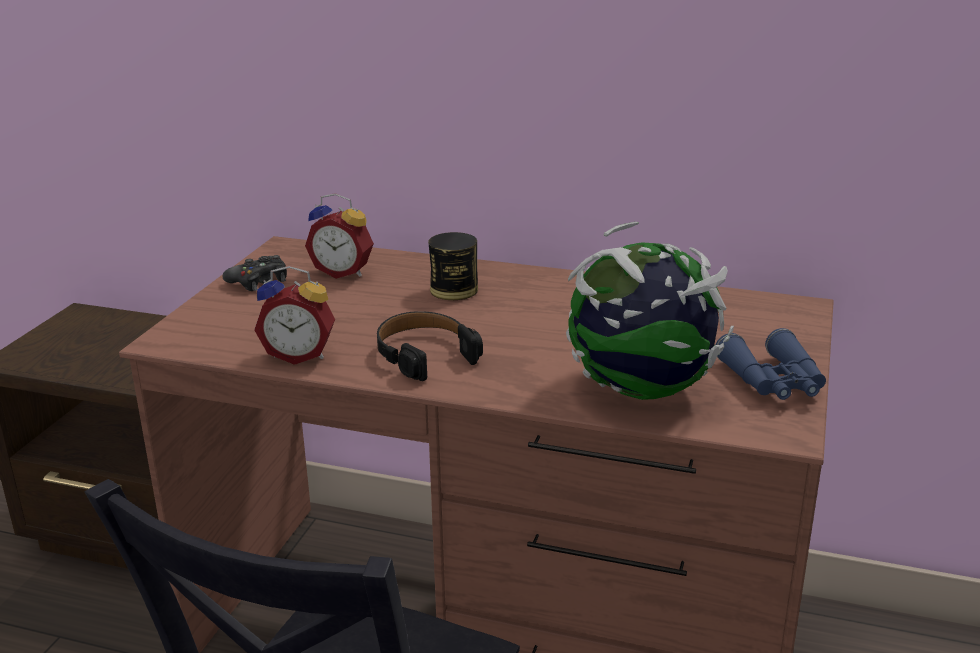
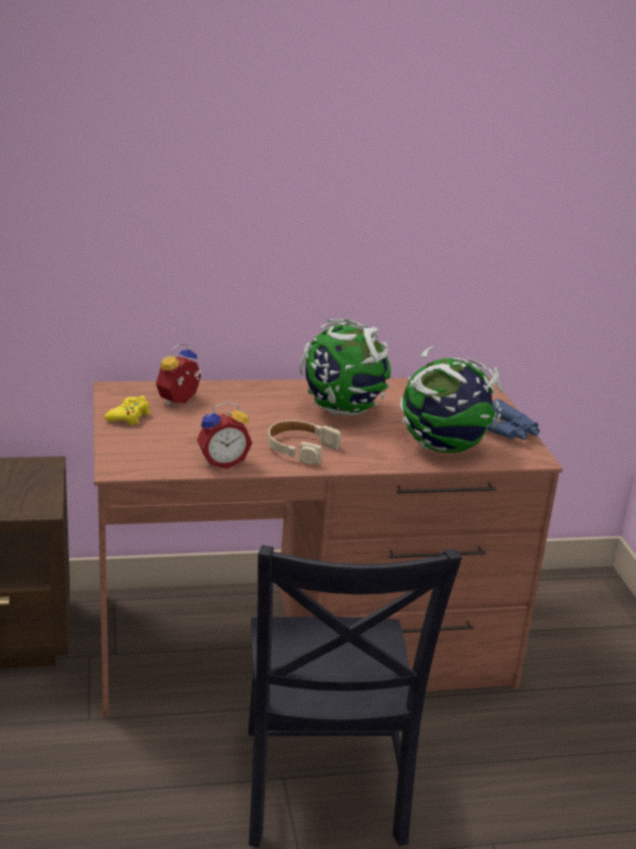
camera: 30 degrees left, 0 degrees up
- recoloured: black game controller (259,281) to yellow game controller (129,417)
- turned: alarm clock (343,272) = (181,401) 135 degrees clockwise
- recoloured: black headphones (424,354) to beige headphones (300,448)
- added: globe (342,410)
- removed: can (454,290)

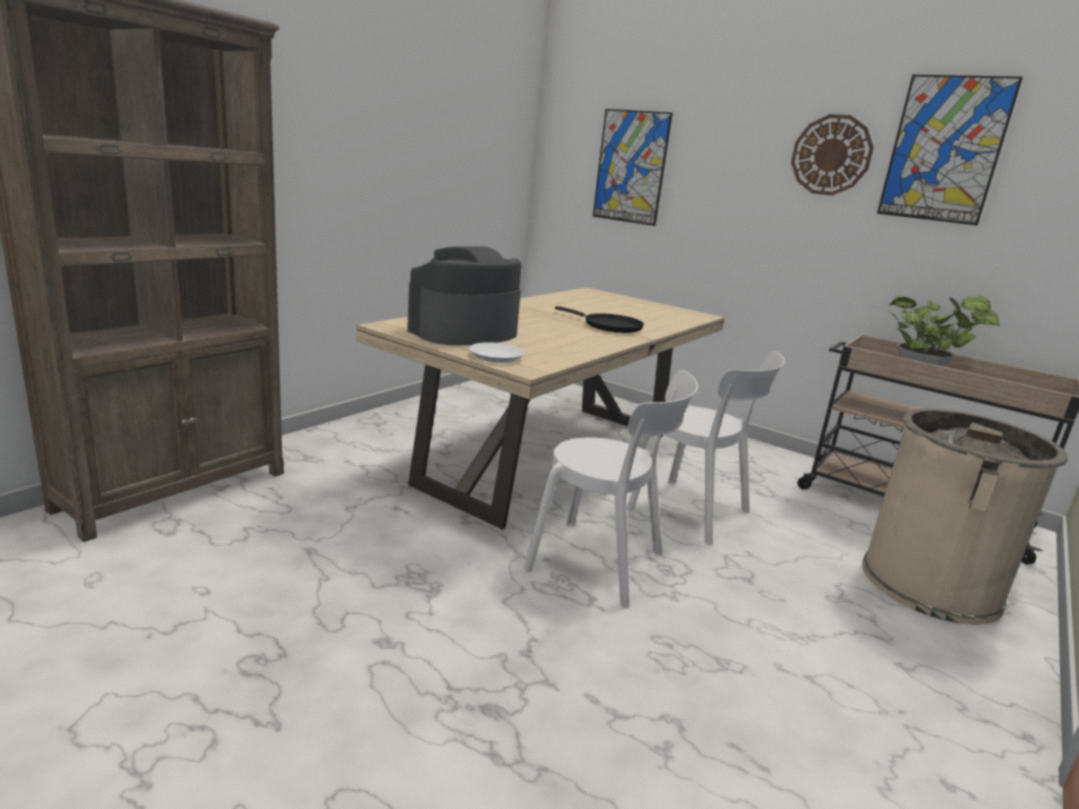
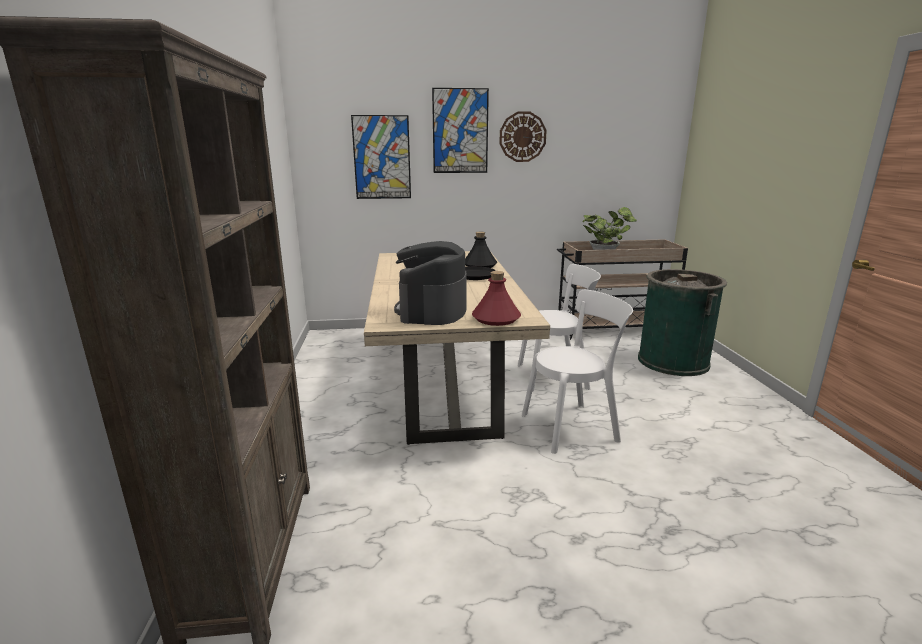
camera: 40 degrees left, 0 degrees up
- moved: picture (945,150) to (460,131)
- added: black bottle (479,265)
- replaced: white plate (496,357) to red bottle (496,319)
- recoloured: beige trash can (930,583) to green trash can (673,361)

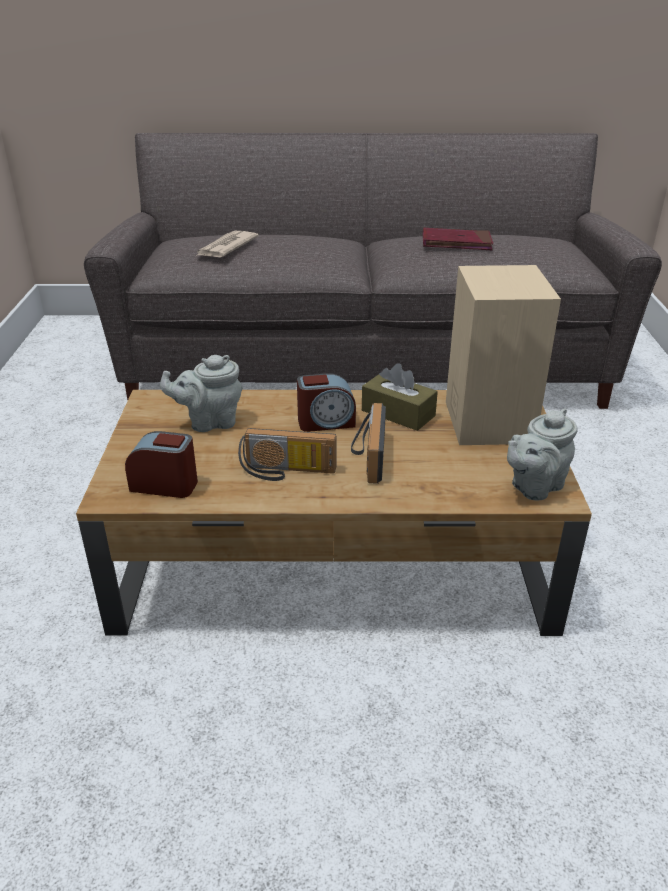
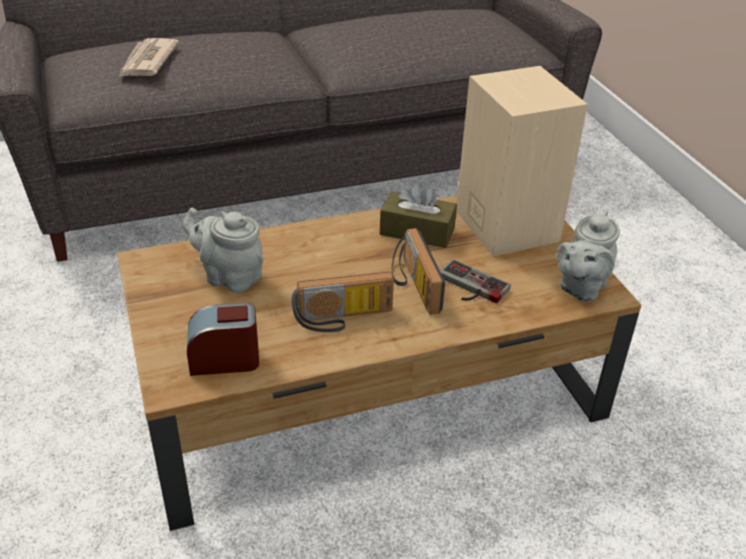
camera: 20 degrees left, 5 degrees up
- turned: grey teapot (209,422) = (229,277) 60 degrees clockwise
- added: game controller (469,287)
- removed: alarm clock (326,422)
- removed: red book (456,243)

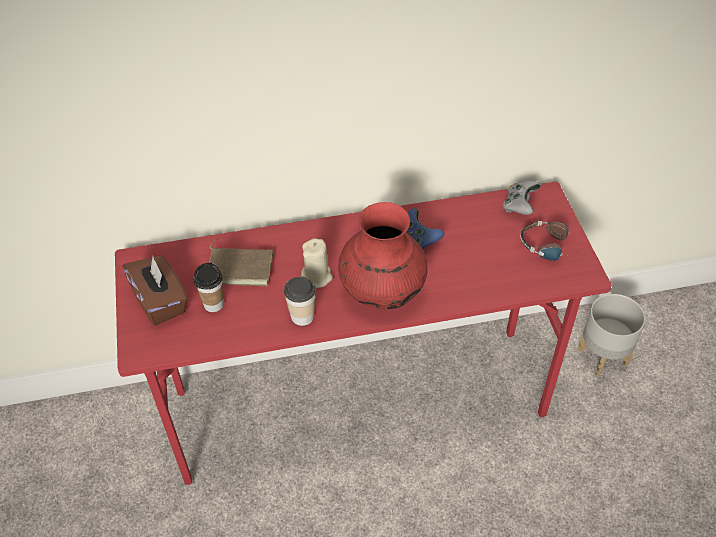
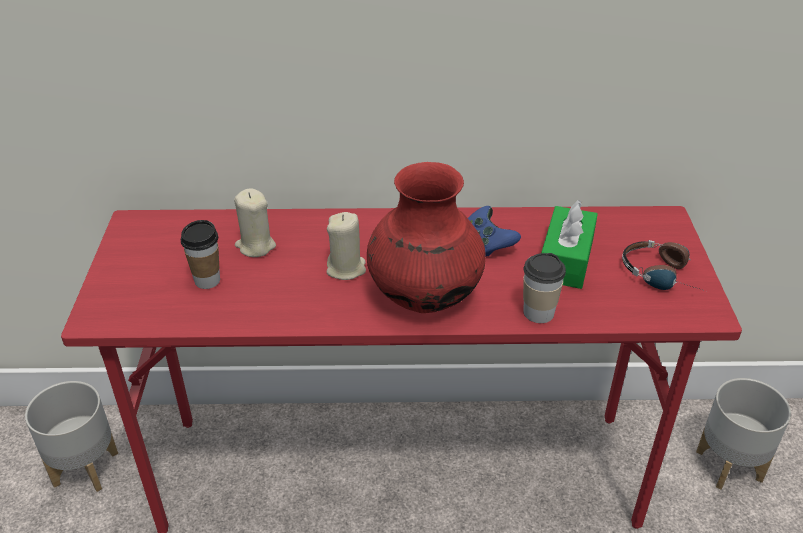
camera: 10 degrees right, 10 degrees down
- added: grey planter (84,468)
- replaced: brown book (241,267) to beige candle (255,246)
- moved: cup (302,316) to (538,313)
- added: green tissue box (566,260)
- removed: brown tissue box (160,301)
- removed: grey game controller (519,206)

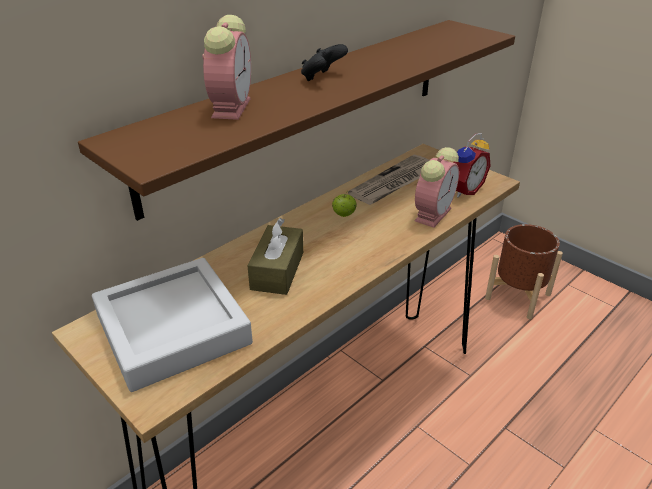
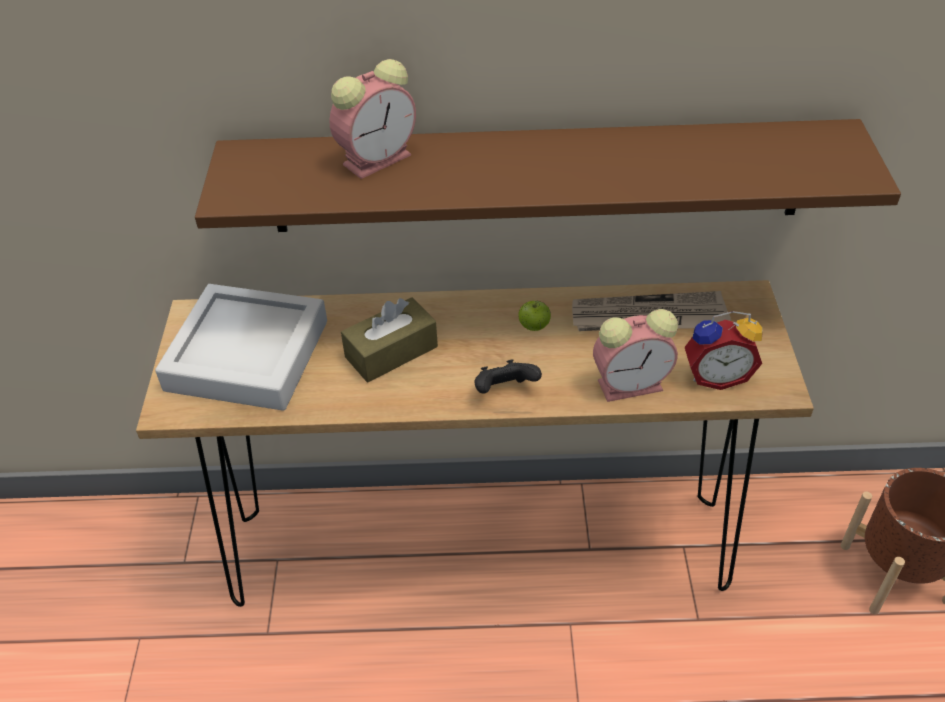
camera: 45 degrees right, 10 degrees up
- moved: black game controller (322,78) to (505,391)

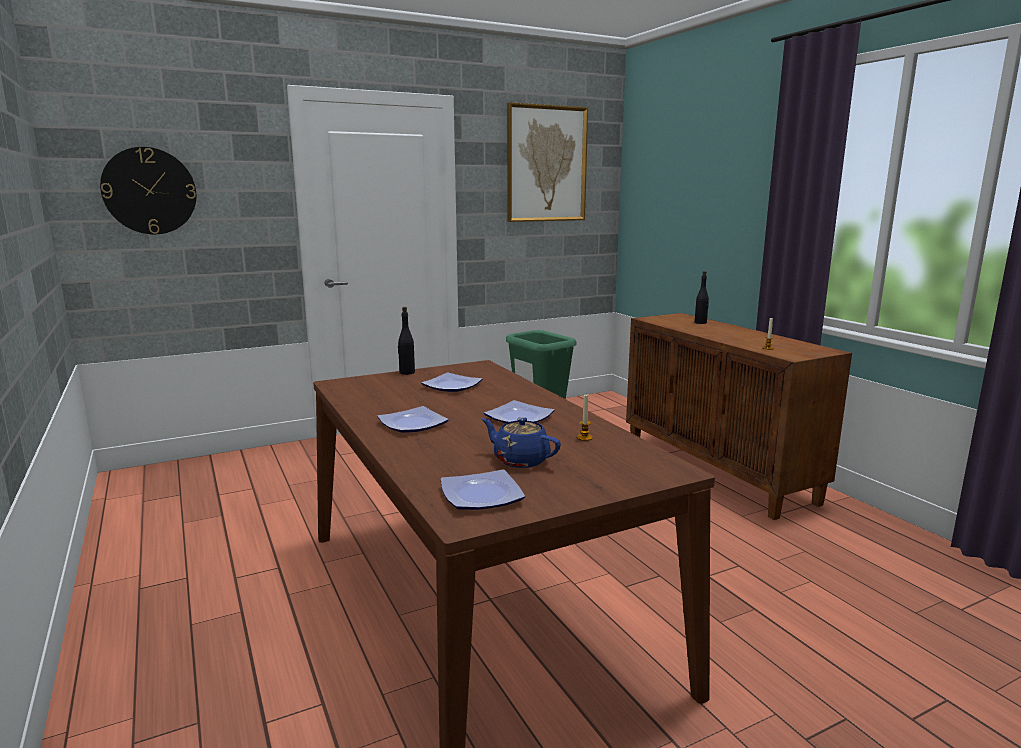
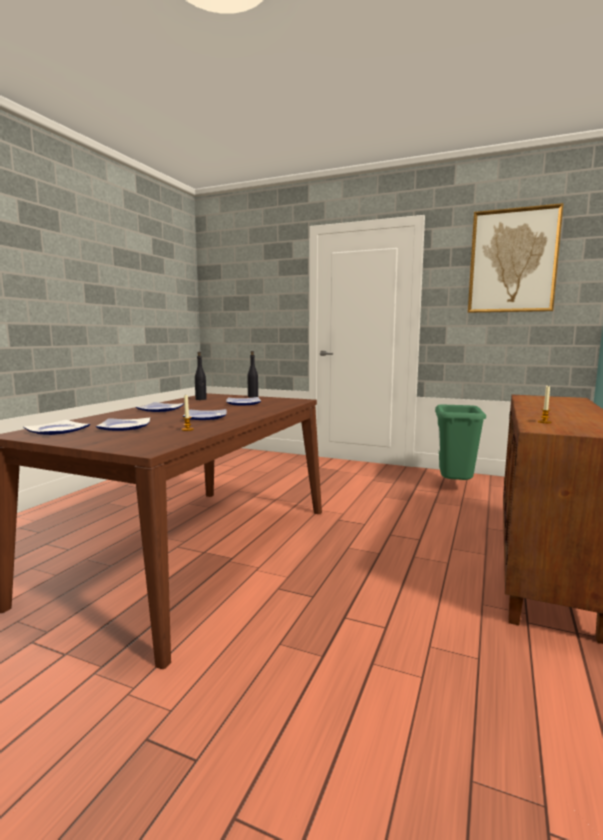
camera: 50 degrees right, 5 degrees down
- replaced: blue teapot (520,460) to plate (125,427)
- moved: black bottle (700,322) to (201,399)
- removed: wall clock (149,191)

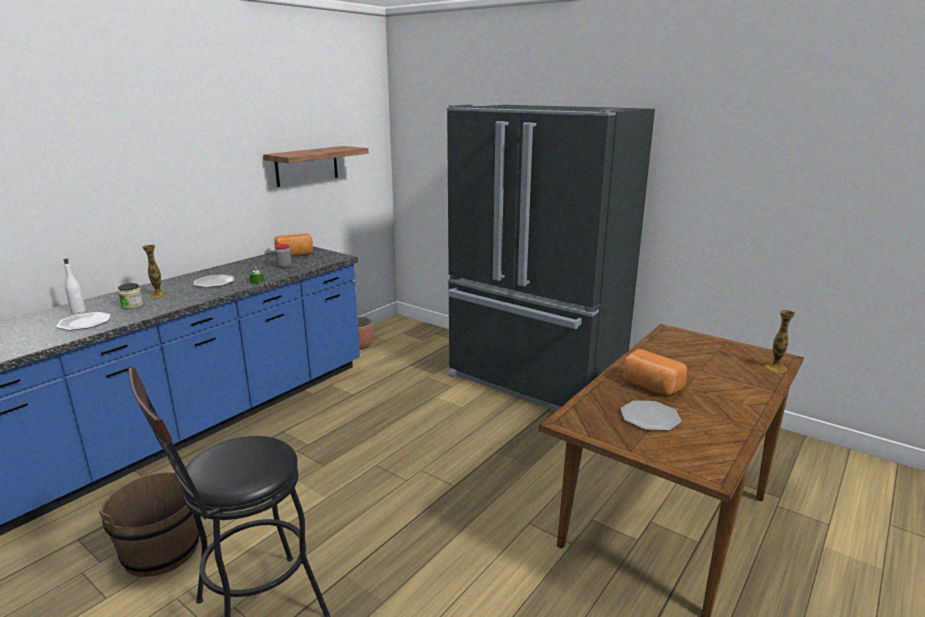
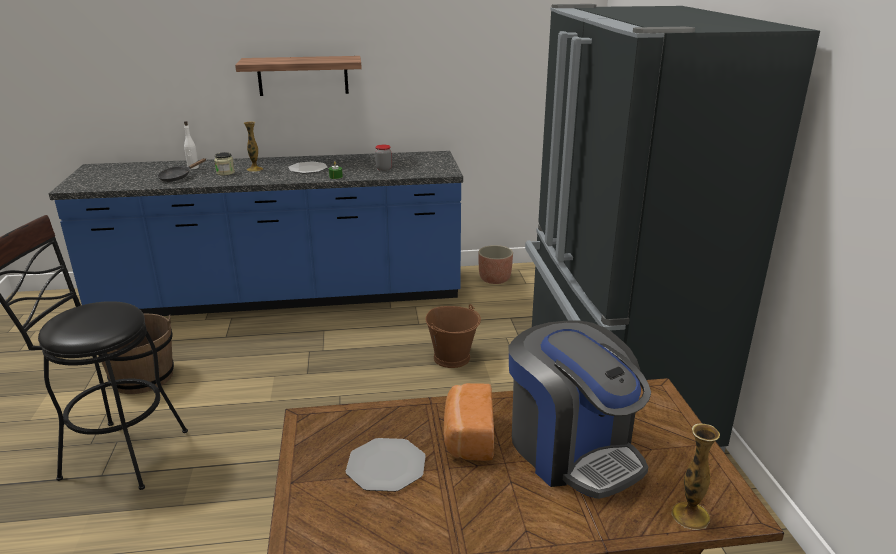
camera: 45 degrees right, 5 degrees up
- replaced: plate (84,323) to black frying pan (178,177)
- moved: shelf (307,166) to (303,75)
- added: brown bucket (452,357)
- added: coffee machine (572,450)
- removed: bread (295,254)

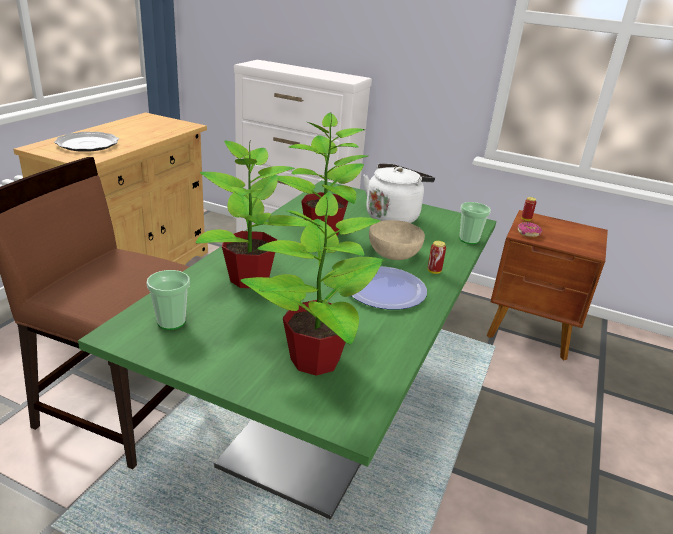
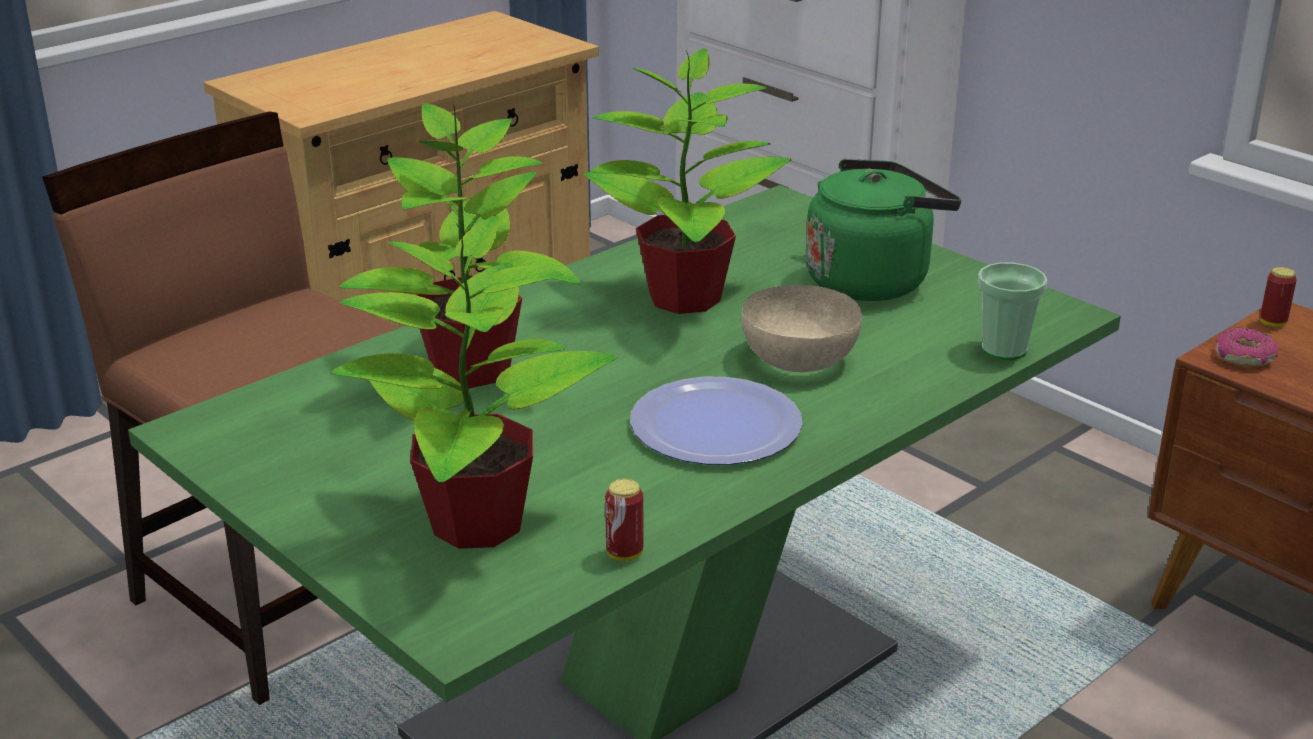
camera: 25 degrees right, 0 degrees up
- moved: can (434,271) to (624,554)
- recoloured: white kettle (393,216) to green kettle (872,280)
- removed: plate (87,144)
- removed: cup (171,322)

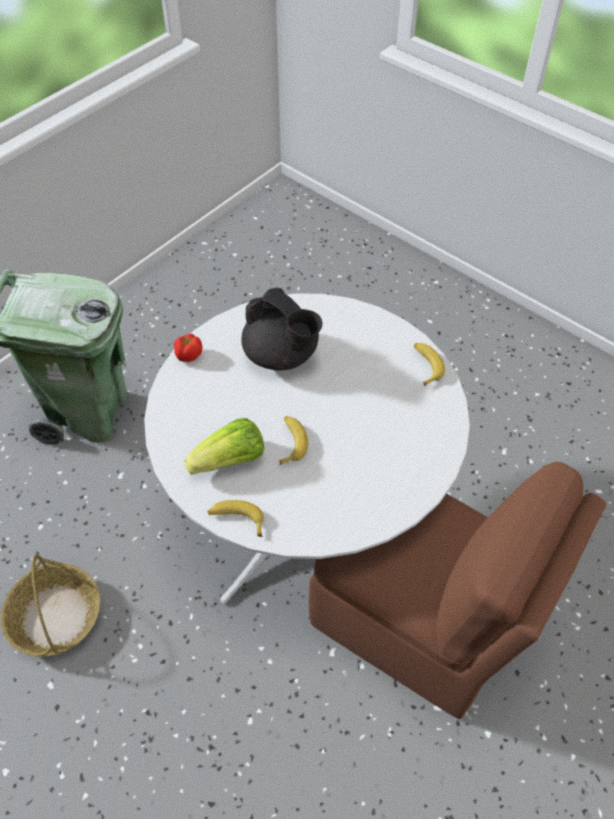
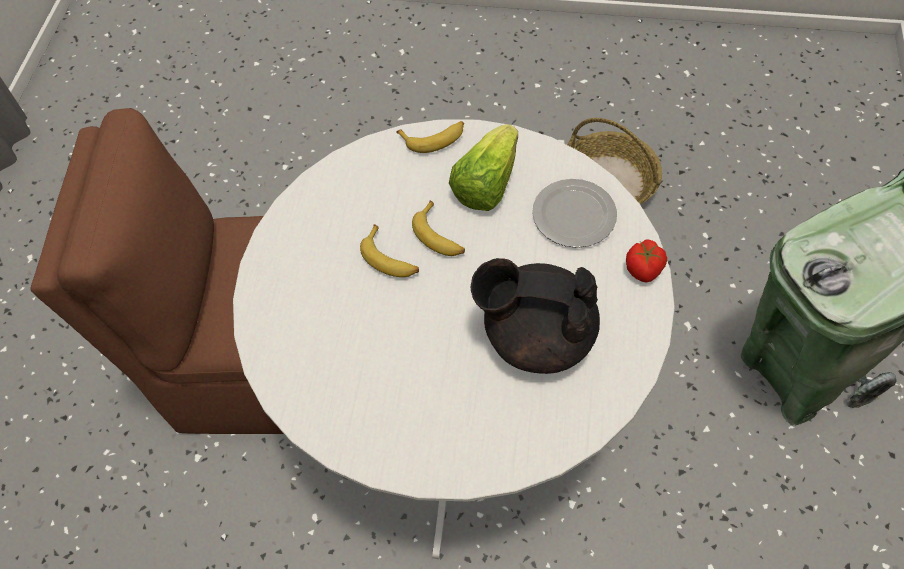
camera: 150 degrees right, 5 degrees up
- moved: banana (425,365) to (390,258)
- added: plate (574,214)

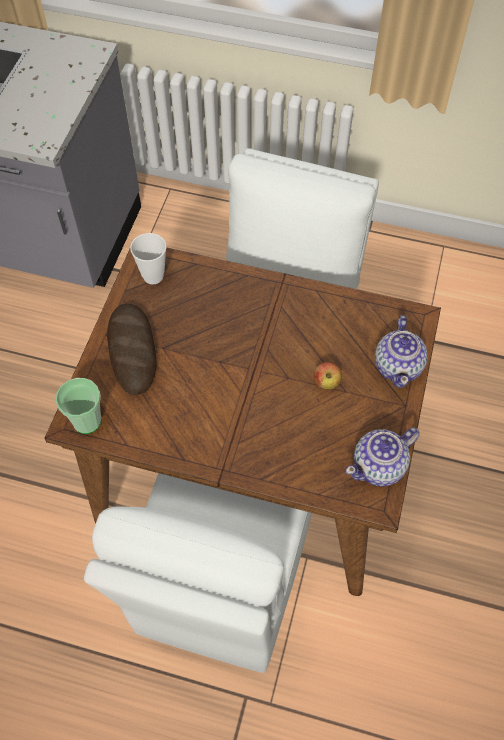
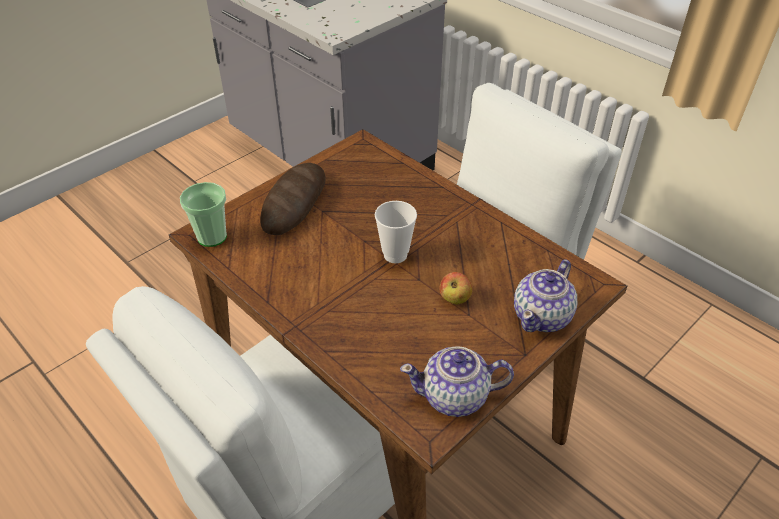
camera: 30 degrees right, 15 degrees down
- moved: cup (153,276) to (395,255)

